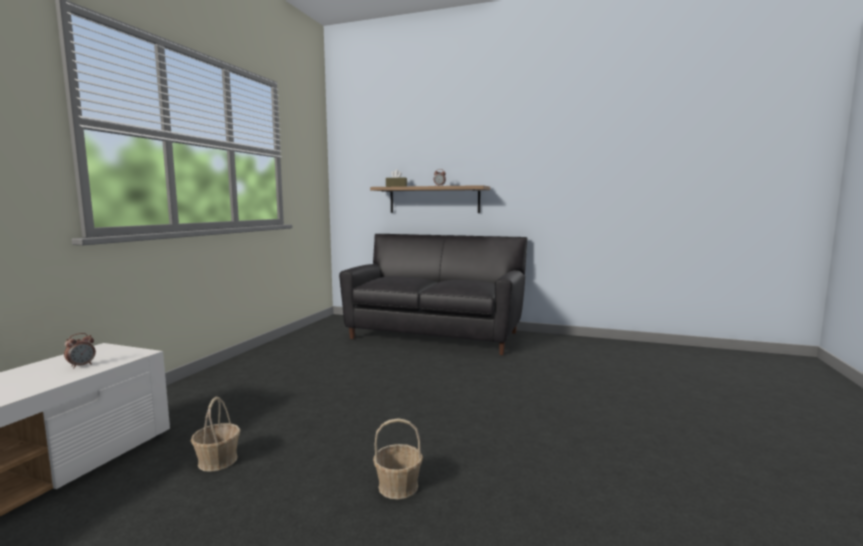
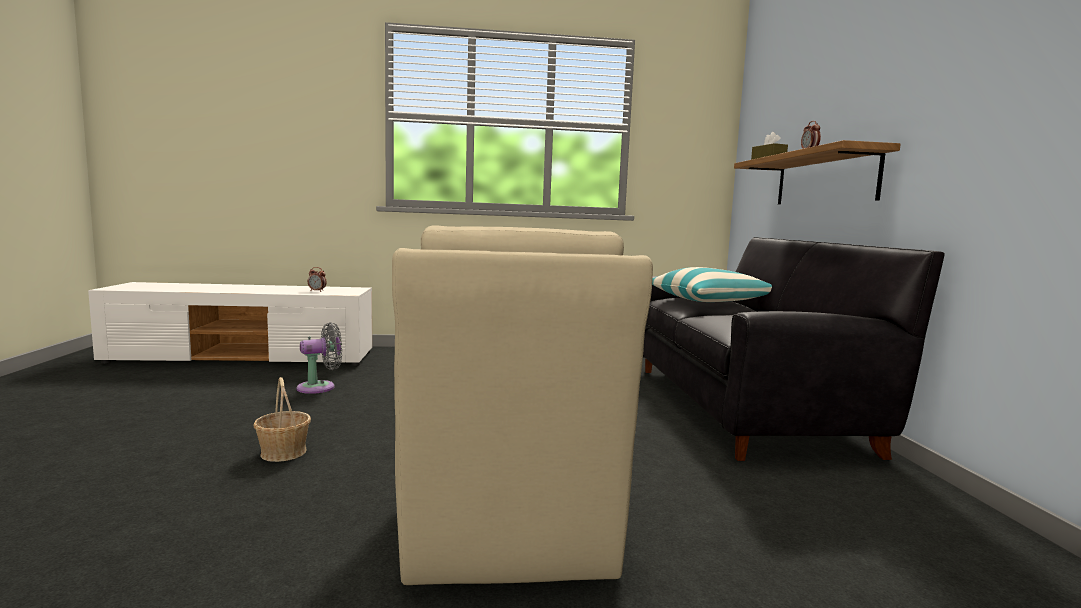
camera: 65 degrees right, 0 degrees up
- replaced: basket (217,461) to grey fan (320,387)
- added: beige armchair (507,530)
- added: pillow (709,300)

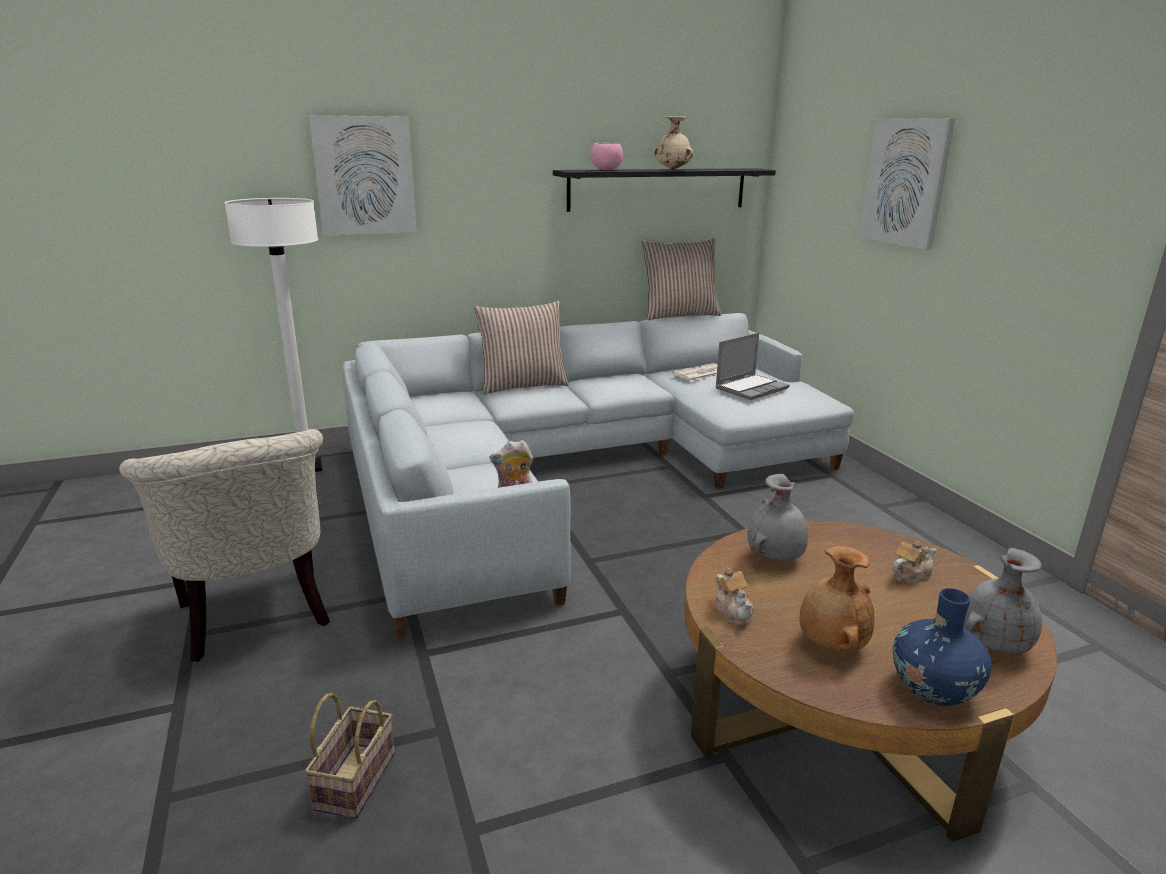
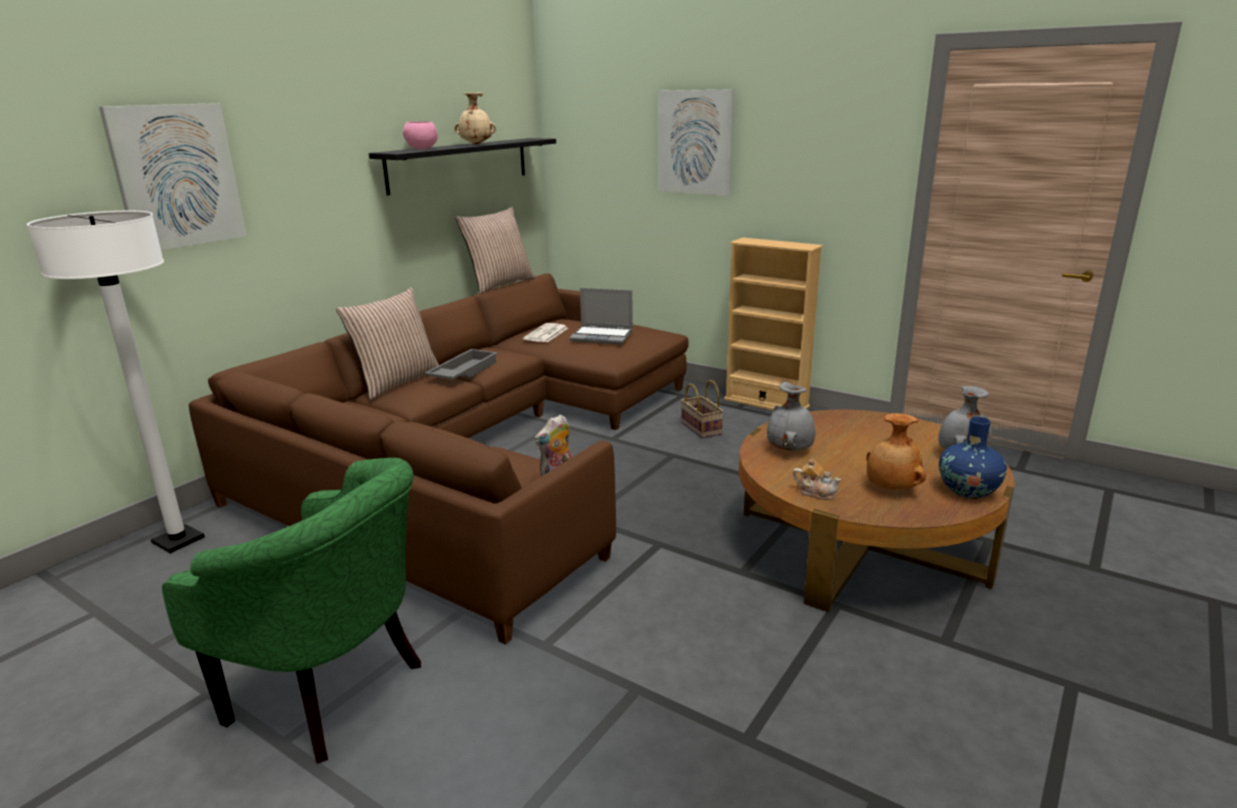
camera: 35 degrees left, 0 degrees up
- recoloured: beige armchair (257,618) to green armchair (336,694)
- recoloured: grey sofa (575,470) to brown sofa (481,451)
- added: grey tray (462,372)
- turned: laptop (751,388) = (602,336) 90 degrees clockwise
- moved: basket (355,778) to (699,428)
- added: beige bookcase (766,403)
- removed: teapot (910,575)

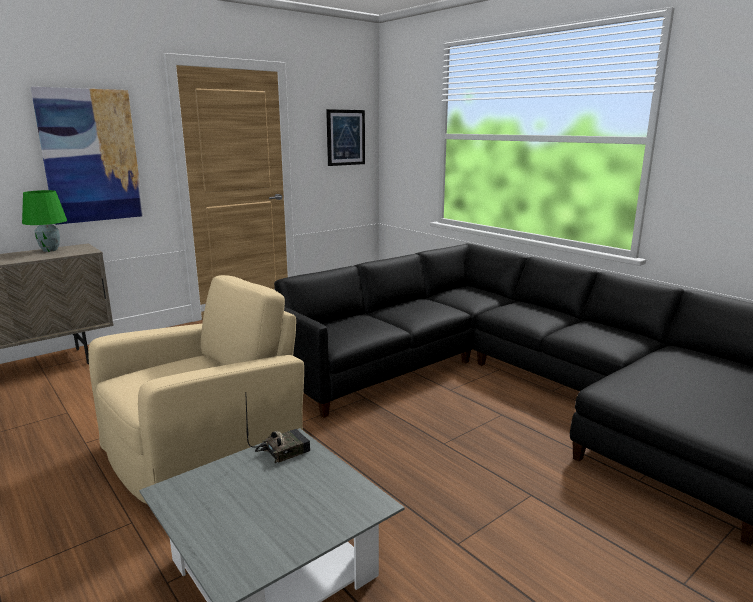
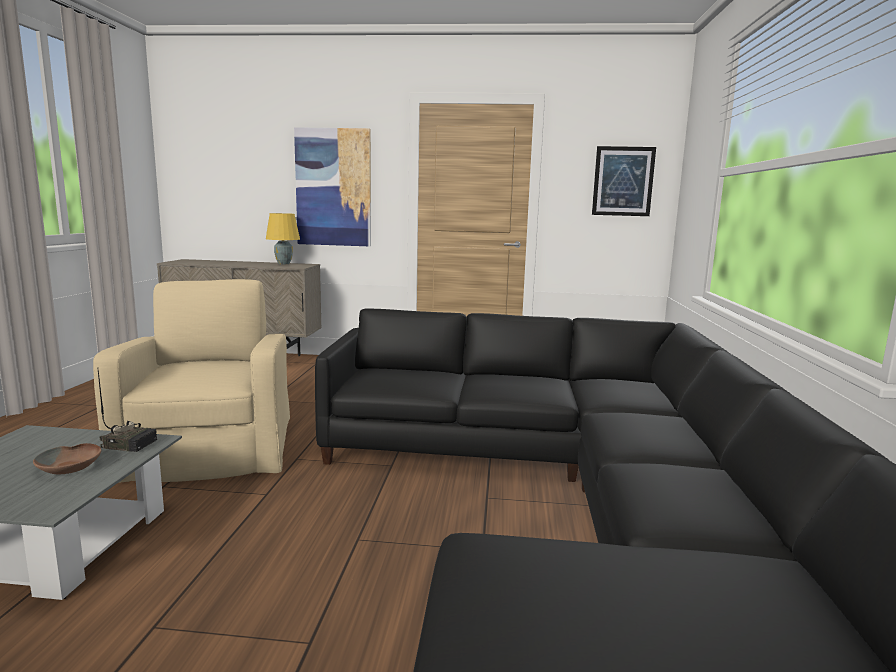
camera: 45 degrees right, 5 degrees down
- added: brown bowl (70,467)
- turned: beige armchair (204,449) = (209,445) 105 degrees counterclockwise
- recoloured: green table lamp (49,250) to yellow table lamp (283,263)

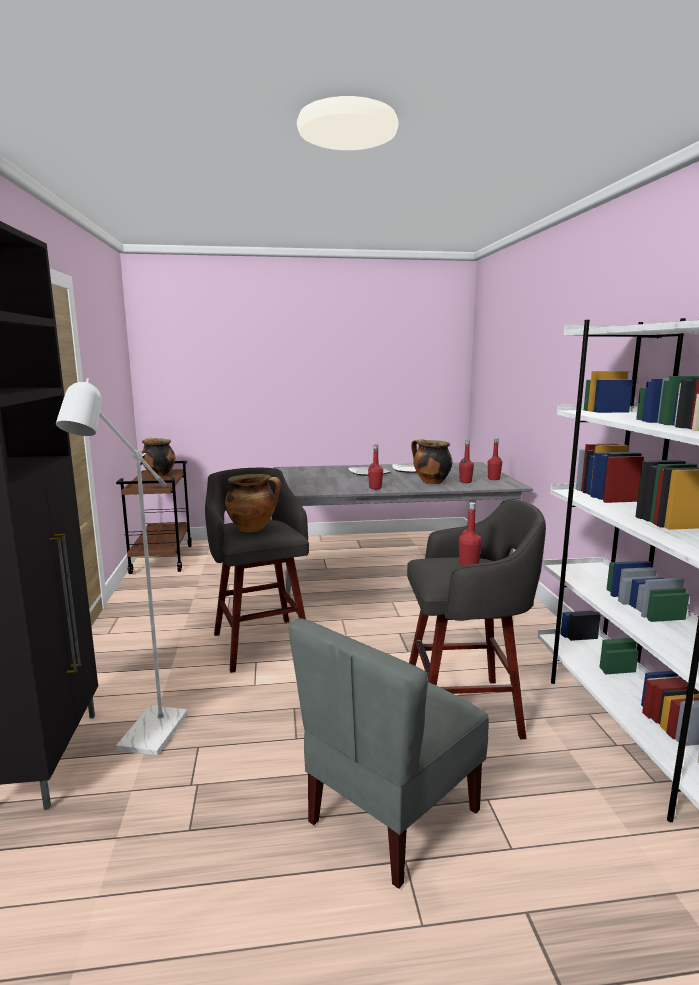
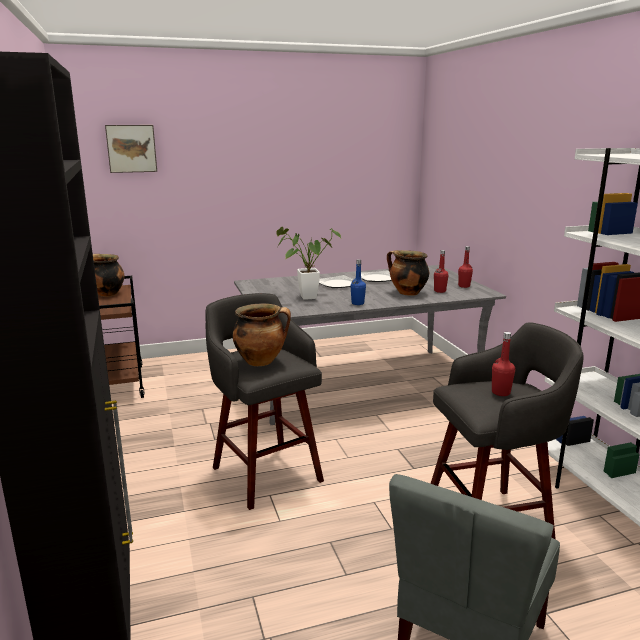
camera: 10 degrees left, 5 degrees up
- added: picture (131,148)
- added: potted plant (304,297)
- recoloured: red bottle (375,488) to blue bottle (357,303)
- removed: white floor lamp (147,740)

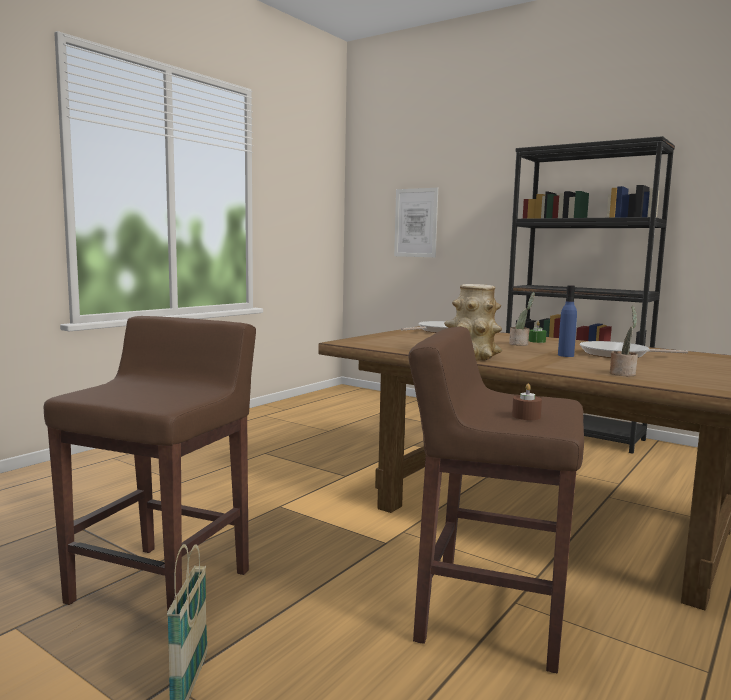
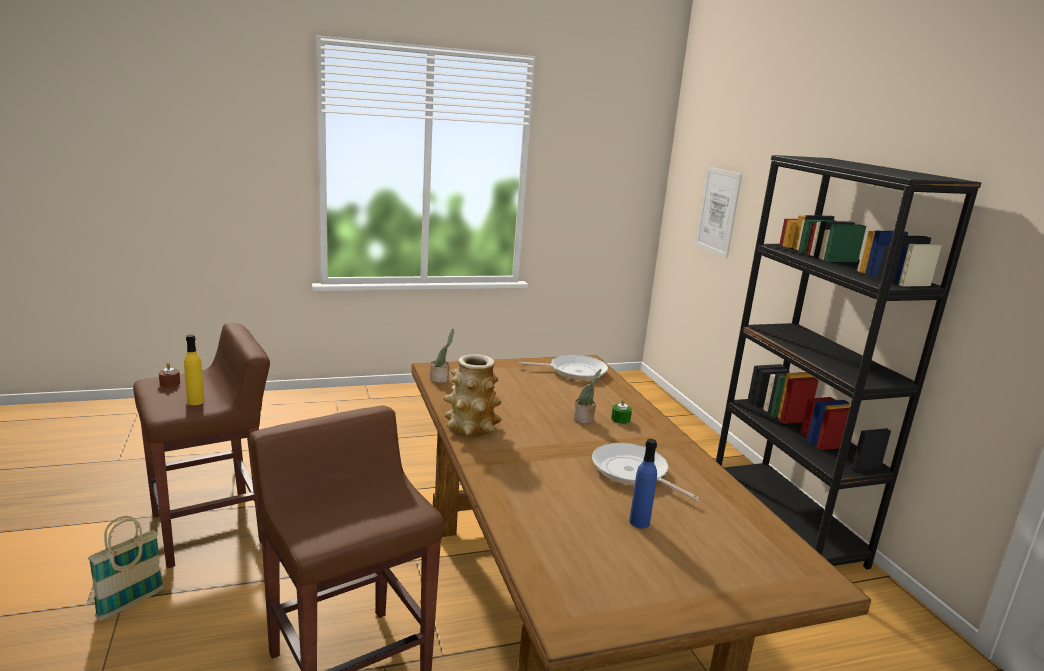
camera: 35 degrees right, 10 degrees up
- moved: brown candle (526,416) to (170,383)
- added: yellow bottle (195,401)
- moved: potted plant (623,373) to (440,379)
- moved: blue bottle (565,355) to (639,522)

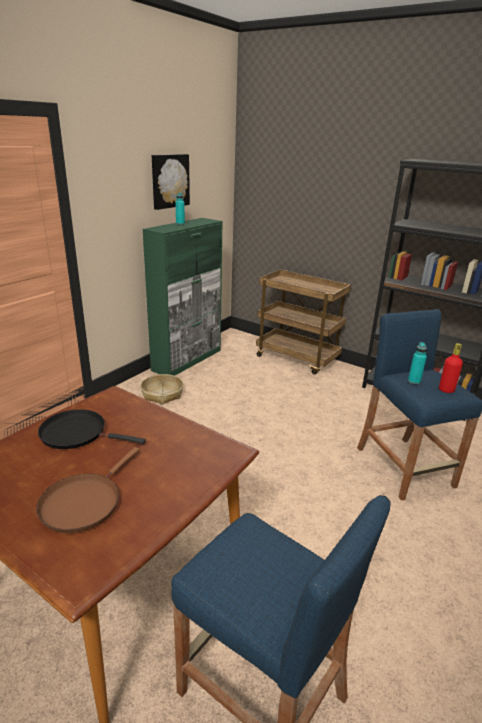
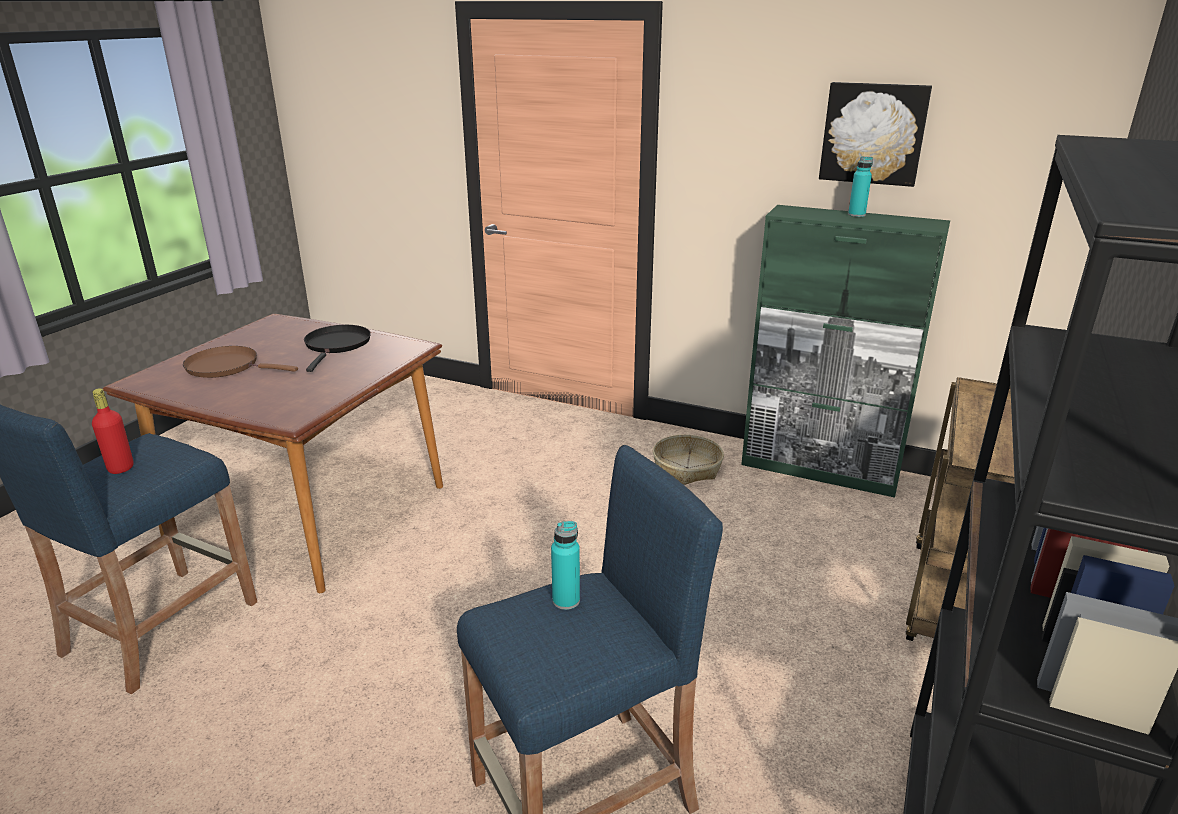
camera: 80 degrees right, 0 degrees up
- moved: red bottle (446,390) to (121,468)

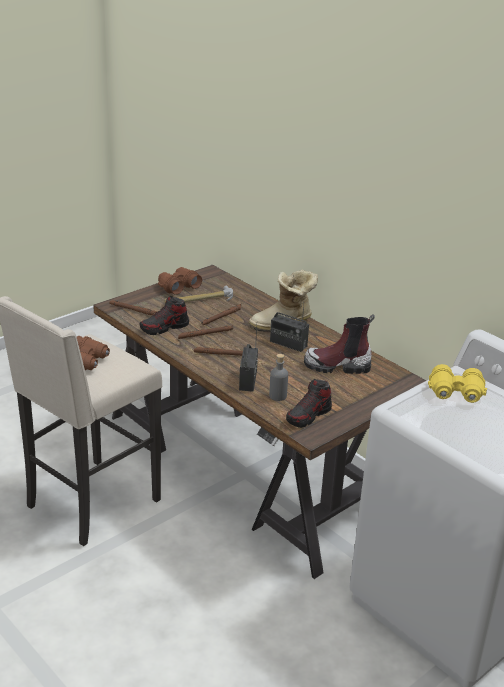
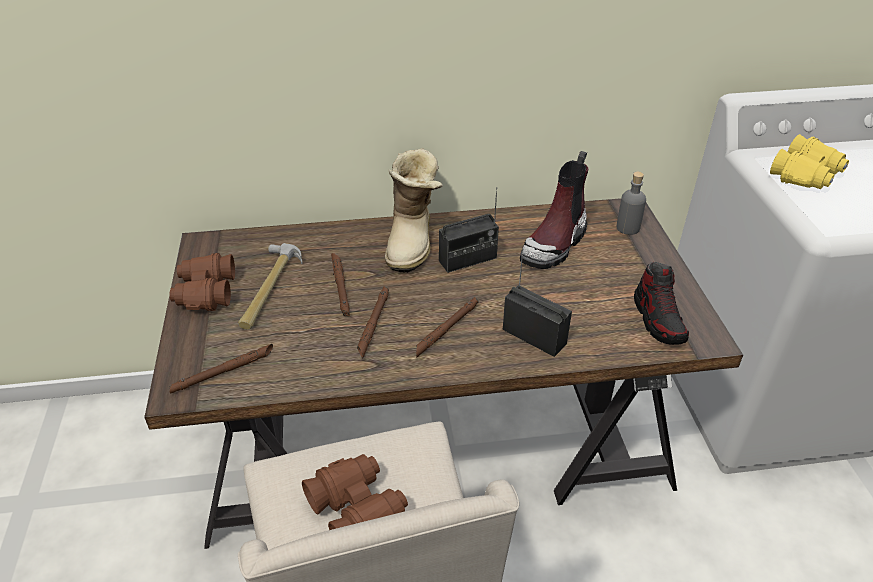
camera: 55 degrees left, 10 degrees up
- moved: grey bottle (277,396) to (627,228)
- removed: shoe (164,328)

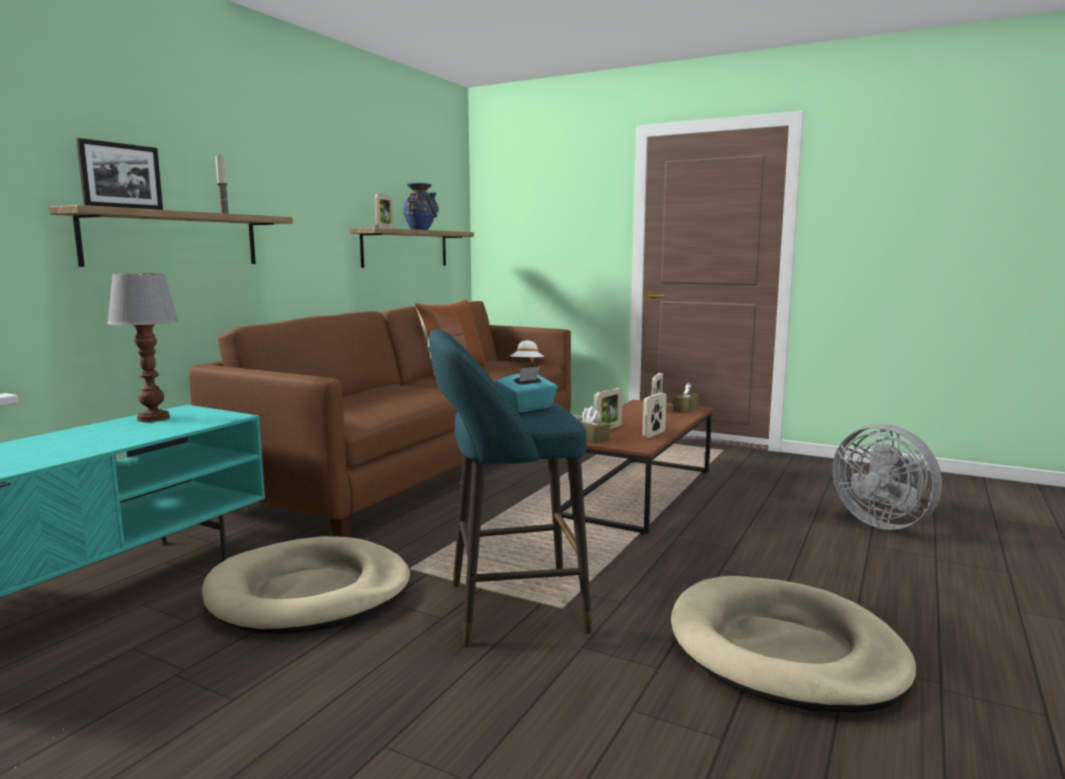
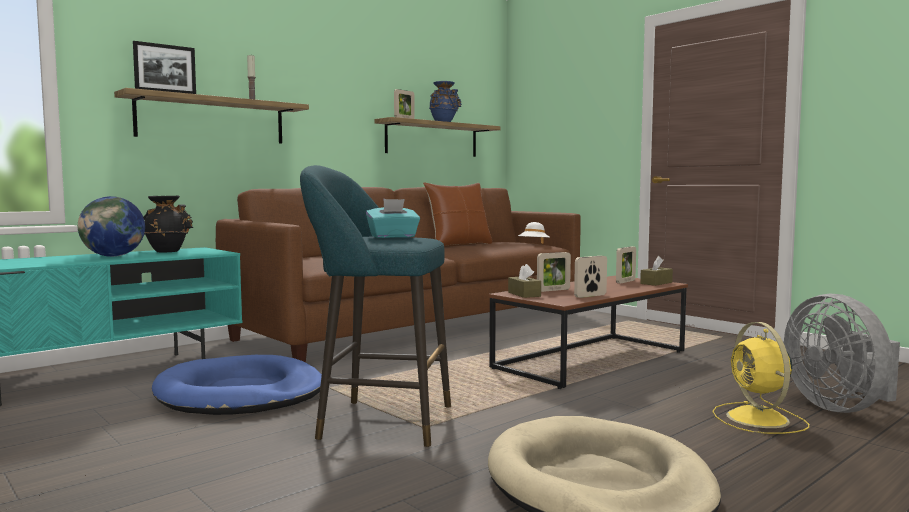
camera: 20 degrees right, 5 degrees down
- added: globe (113,256)
- replaced: table lamp (152,418) to black vase (167,251)
- recoloured: beige dog bed (310,593) to blue dog bed (240,393)
- added: yellow fan (759,419)

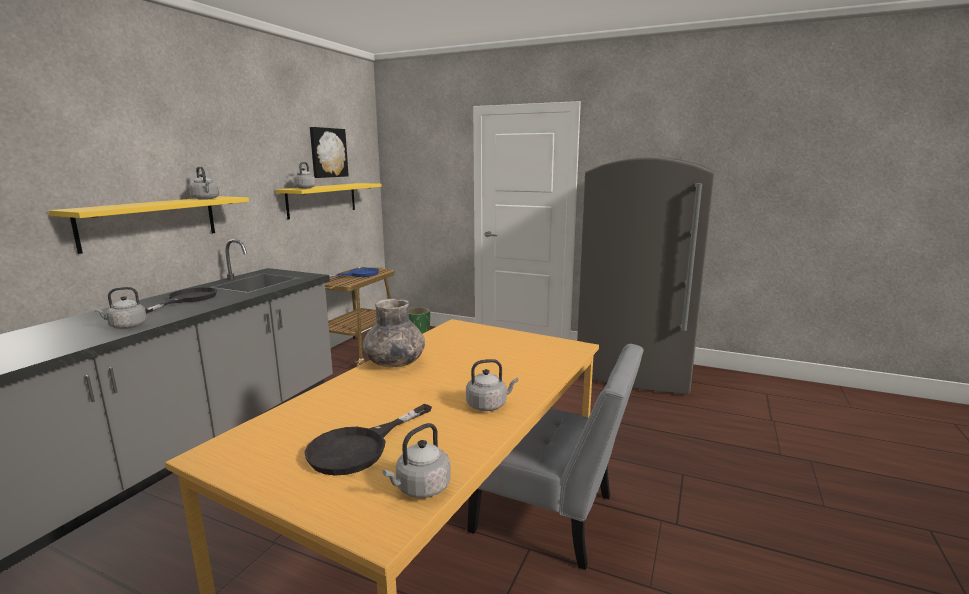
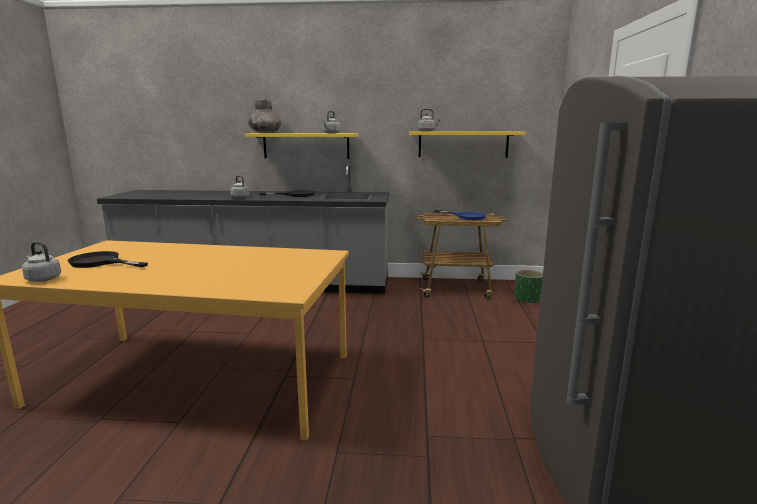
camera: 70 degrees right, 0 degrees up
- moved: grey vase (394,362) to (265,133)
- removed: picture (327,152)
- removed: grey kettle (488,405)
- removed: grey chair (551,517)

